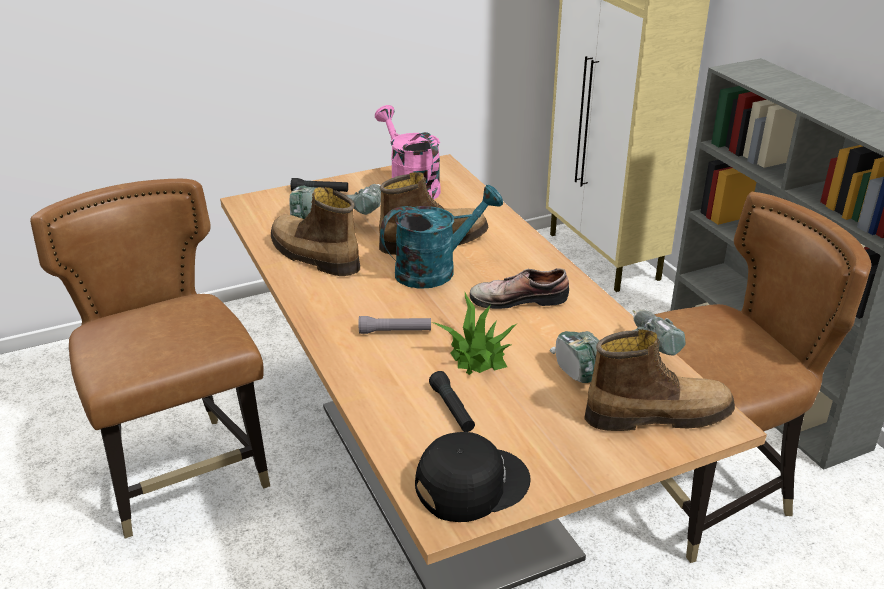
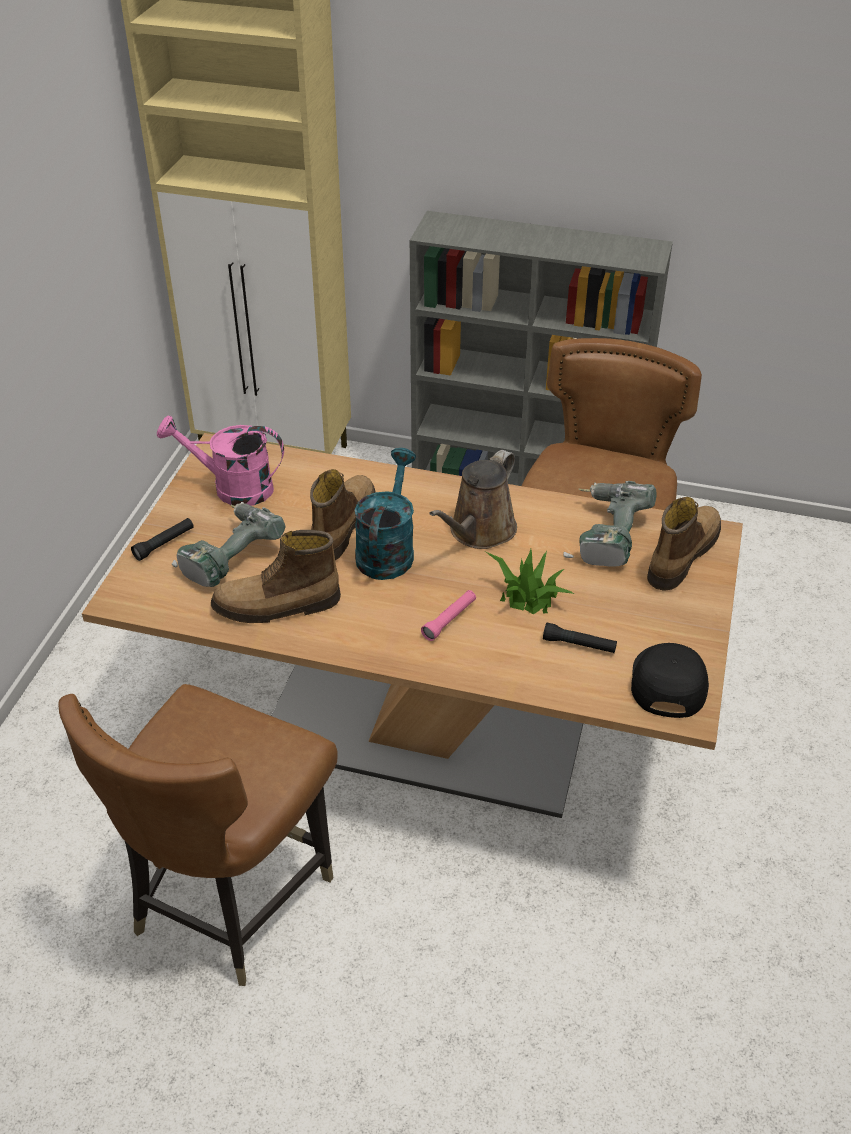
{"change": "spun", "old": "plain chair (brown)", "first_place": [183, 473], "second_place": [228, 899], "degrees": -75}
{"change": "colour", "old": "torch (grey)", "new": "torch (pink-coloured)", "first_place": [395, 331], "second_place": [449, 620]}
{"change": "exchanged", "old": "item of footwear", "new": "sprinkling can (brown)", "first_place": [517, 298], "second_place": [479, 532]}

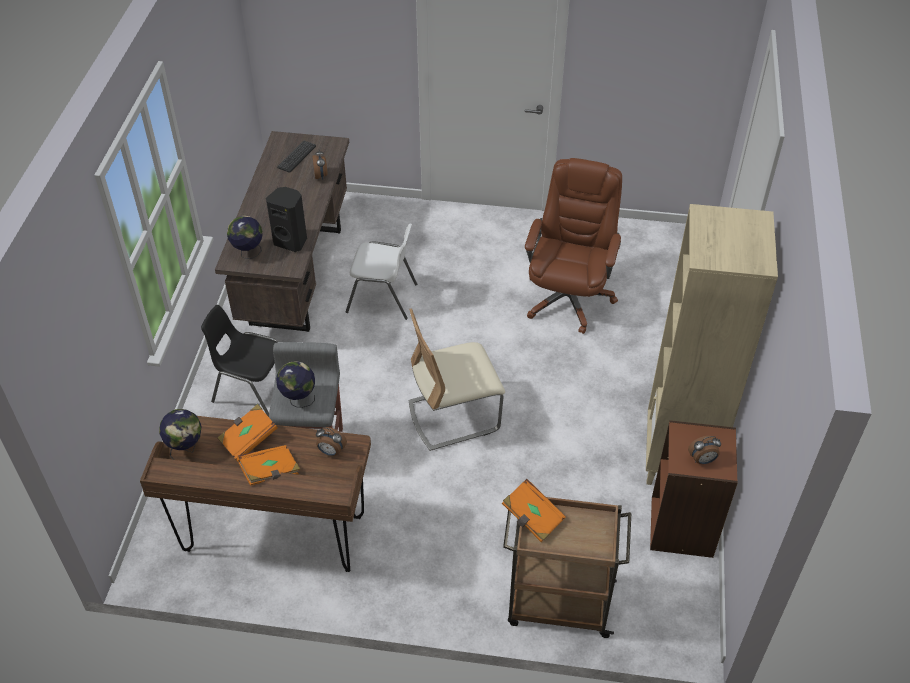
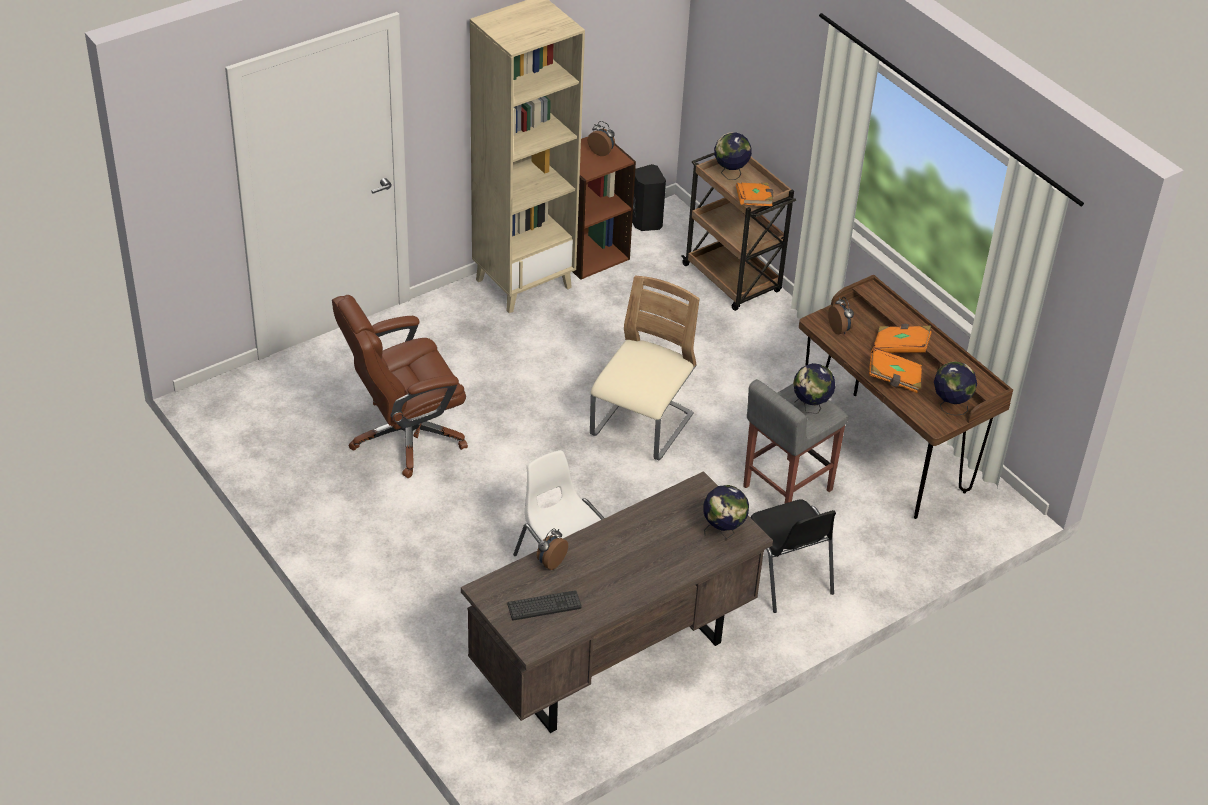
{"change": "spun", "old": "plain chair (sand-coloured)", "first_place": [454, 416], "second_place": [642, 427], "degrees": -90}
{"change": "relocated", "old": "audio speaker (black)", "first_place": [291, 241], "second_place": [645, 222]}
{"change": "appeared", "new": "desk globe", "second_place": [730, 174]}

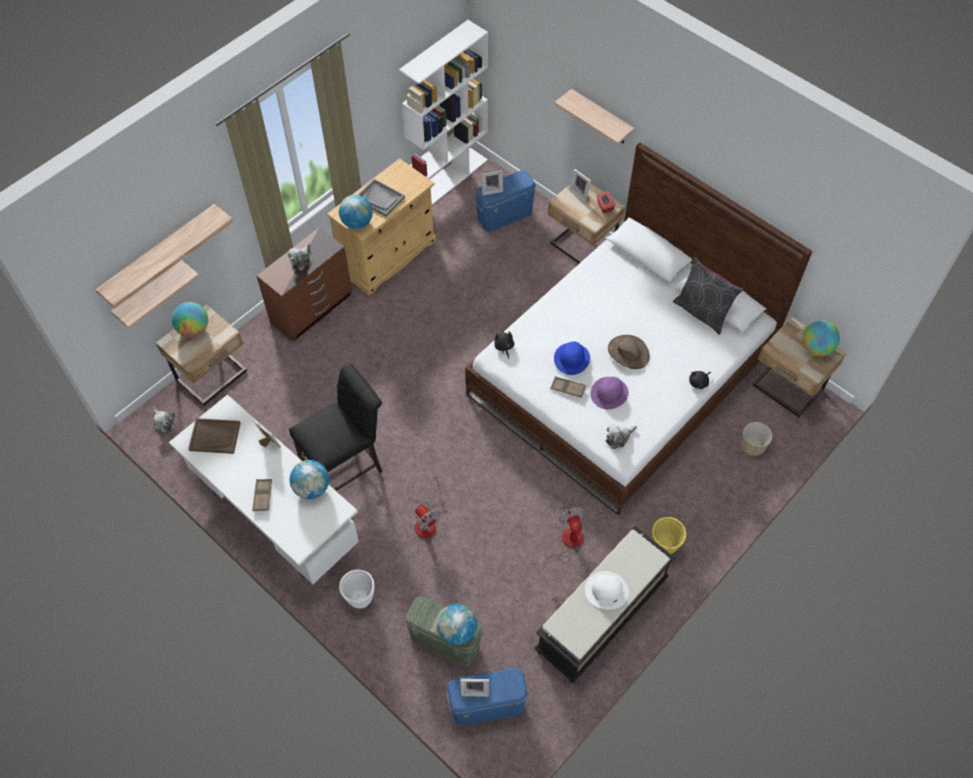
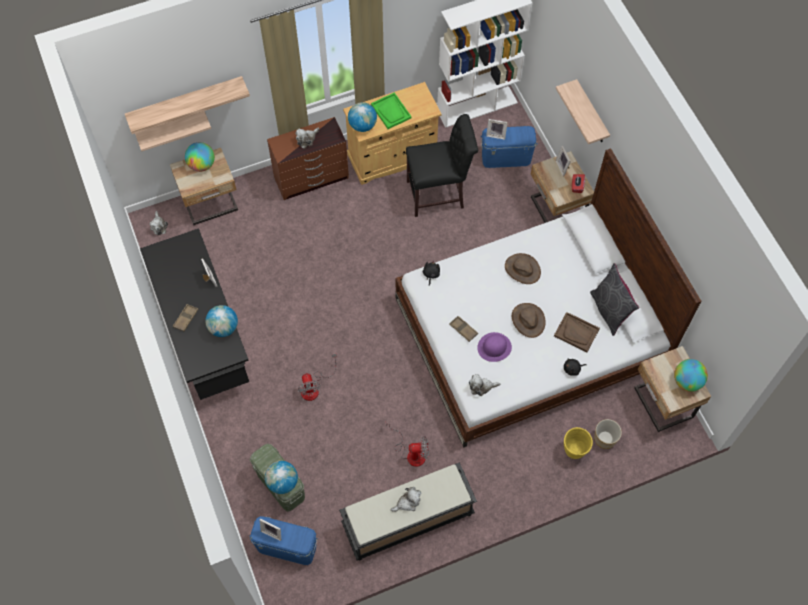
{"change": "colour", "old": "desk (white-coloured)", "new": "desk (black)", "first_place": [276, 518], "second_place": [204, 336]}
{"change": "colour", "old": "carrying tray (grey)", "new": "carrying tray (greenish)", "first_place": [380, 198], "second_place": [391, 111]}
{"change": "spun", "old": "electric fan", "first_place": [567, 544], "second_place": [411, 452], "degrees": 75}
{"change": "exchanged", "old": "wearable hat (white-coloured)", "new": "soft toy", "first_place": [606, 590], "second_place": [407, 502]}
{"change": "relocated", "old": "plain chair (black)", "first_place": [346, 466], "second_place": [439, 194]}
{"change": "appeared", "new": "wearable hat (brown)", "second_place": [522, 269]}
{"change": "relocated", "old": "carrying tray (brown)", "first_place": [215, 436], "second_place": [576, 332]}
{"change": "relocated", "old": "planter (yellowish)", "first_place": [664, 547], "second_place": [574, 451]}
{"change": "missing", "old": "planter (white-coloured)", "first_place": [360, 598]}
{"change": "missing", "old": "wearable hat (bluish)", "first_place": [571, 358]}

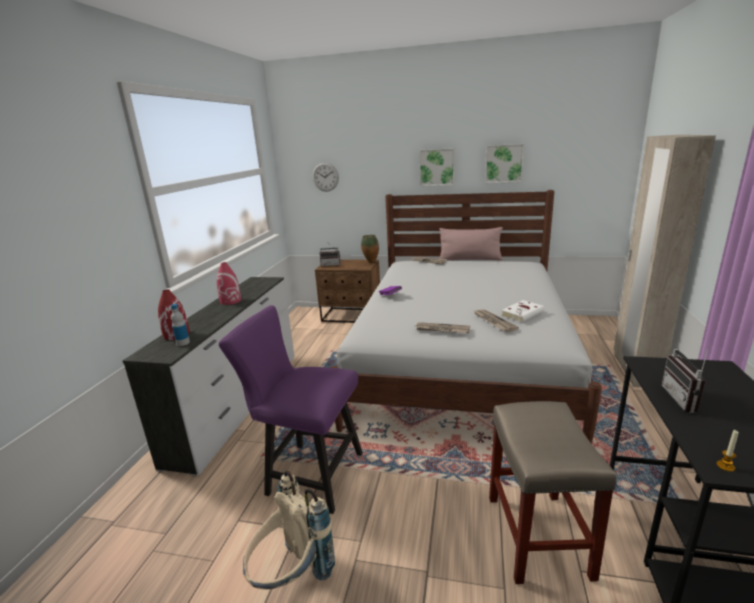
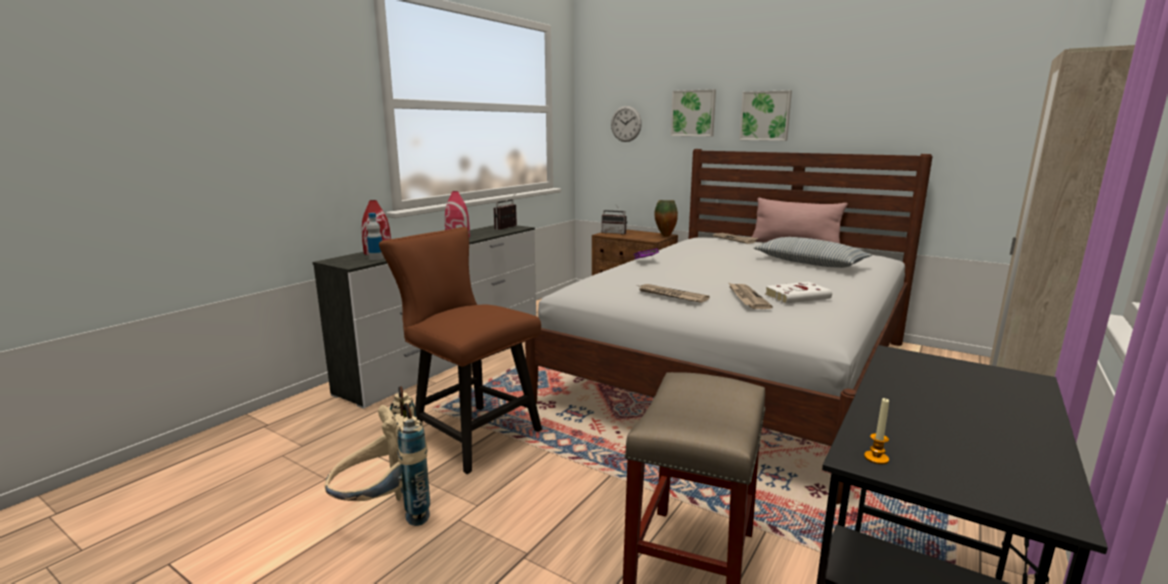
{"change": "colour", "old": "plain chair (purplish)", "new": "plain chair (brown)", "first_place": [308, 473], "second_place": [470, 433]}
{"change": "relocated", "old": "radio set", "first_place": [685, 399], "second_place": [508, 228]}
{"change": "relocated", "old": "wall picture", "first_place": [504, 163], "second_place": [693, 113]}
{"change": "appeared", "new": "throw pillow", "second_place": [809, 263]}

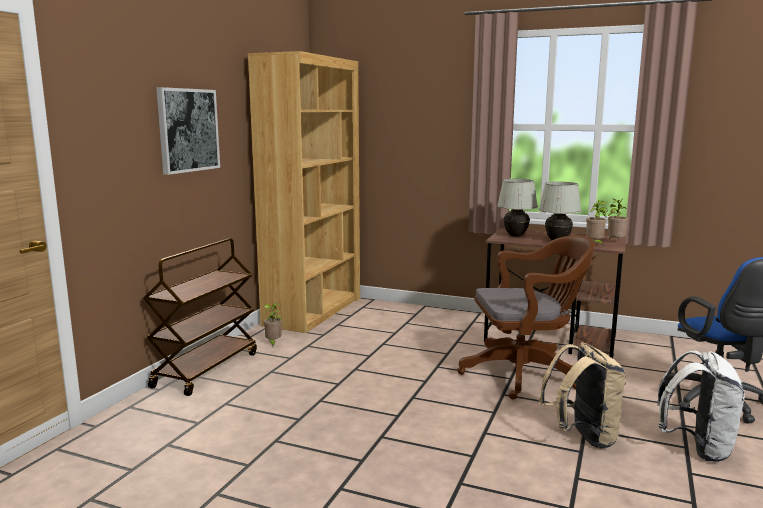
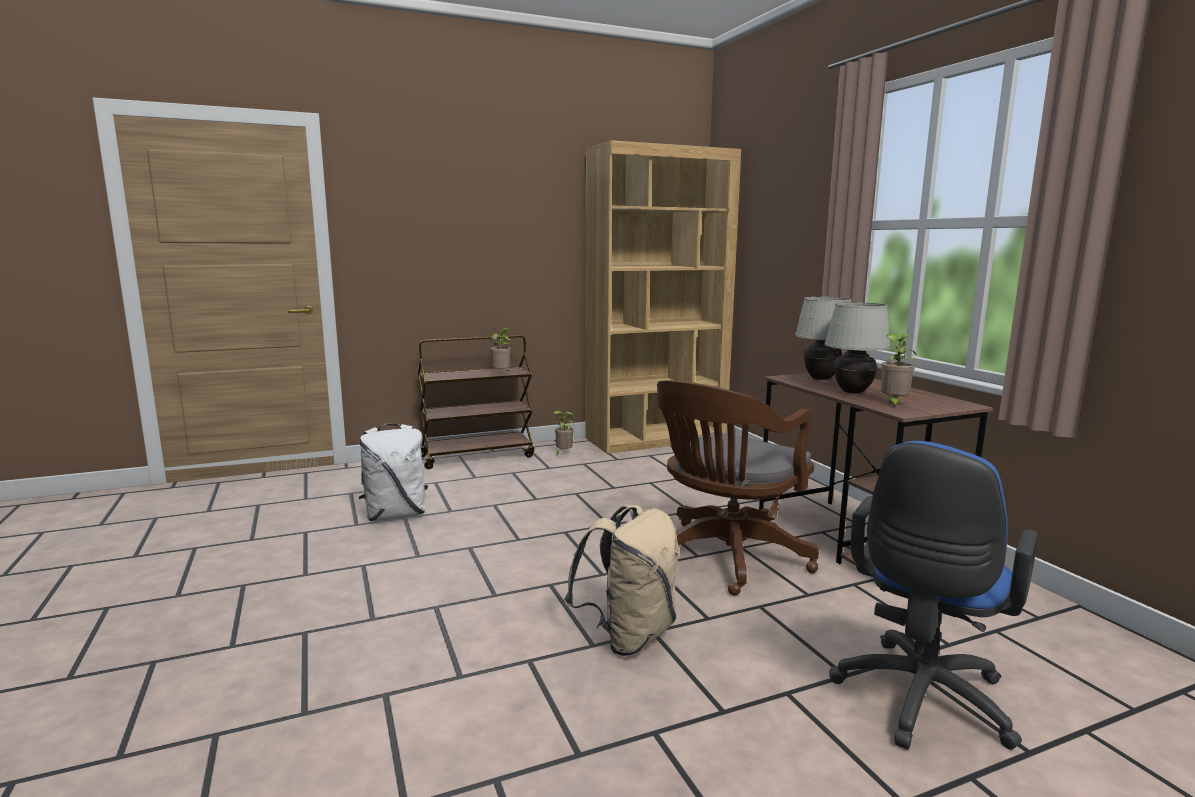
{"change": "relocated", "old": "knapsack (white-coloured)", "first_place": [697, 448], "second_place": [396, 515]}
{"change": "relocated", "old": "plant in a pot", "first_place": [615, 242], "second_place": [502, 374]}
{"change": "spun", "old": "computer chair (brown)", "first_place": [525, 373], "second_place": [725, 558], "degrees": 90}
{"change": "missing", "old": "wall picture", "first_place": [188, 130]}

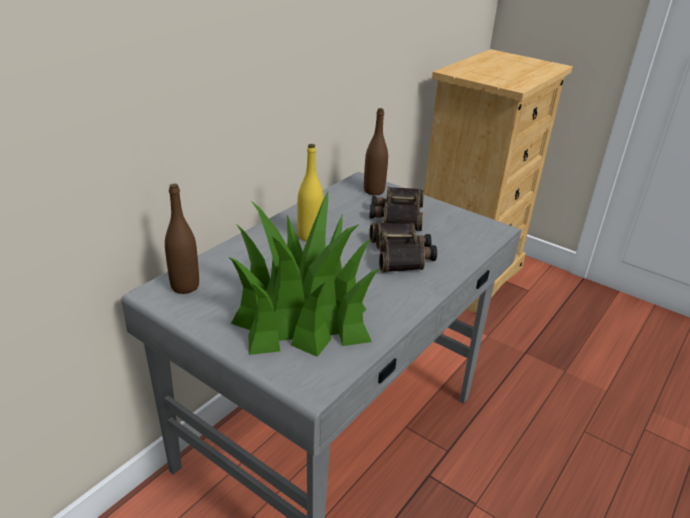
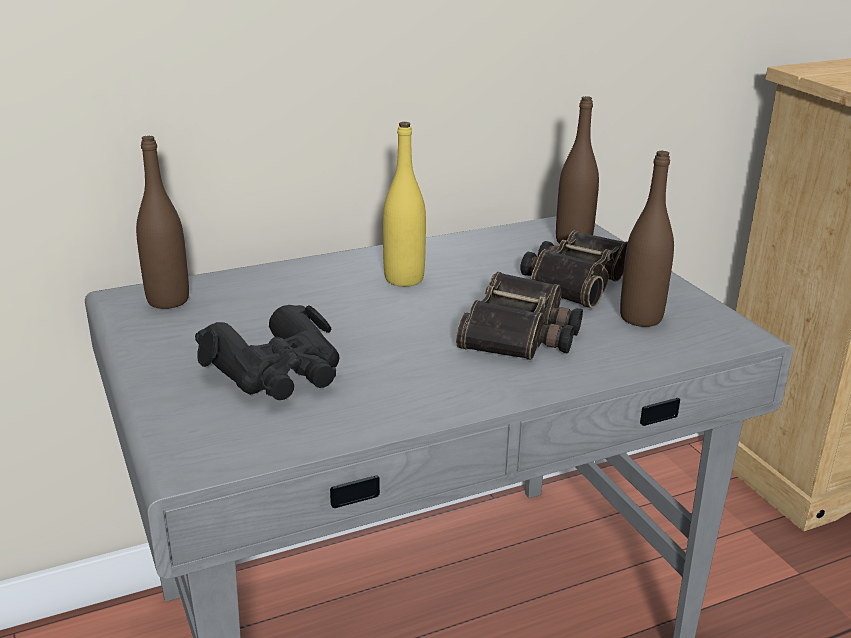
{"change": "exchanged", "old": "plant in a pot", "new": "pair of binoculars (black)", "first_place": [301, 314], "second_place": [277, 371]}
{"change": "appeared", "new": "bottle (brown)", "second_place": [641, 318]}

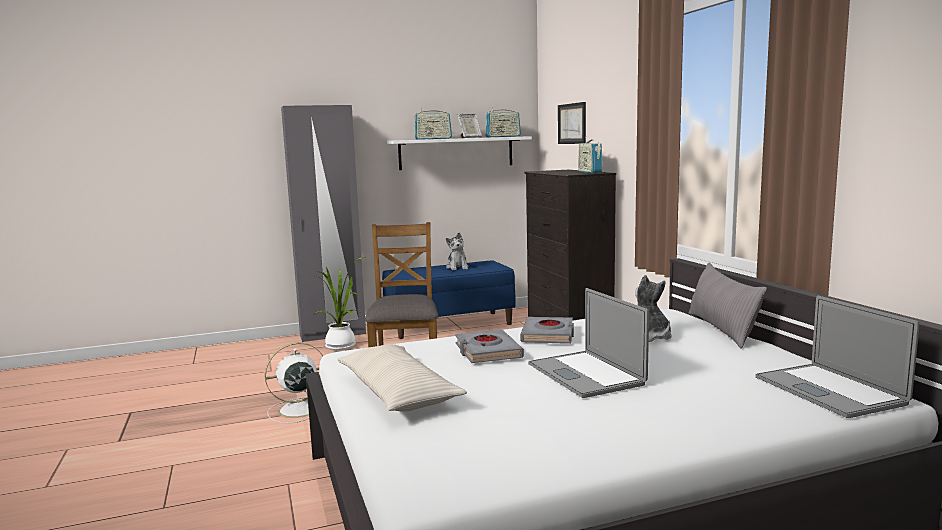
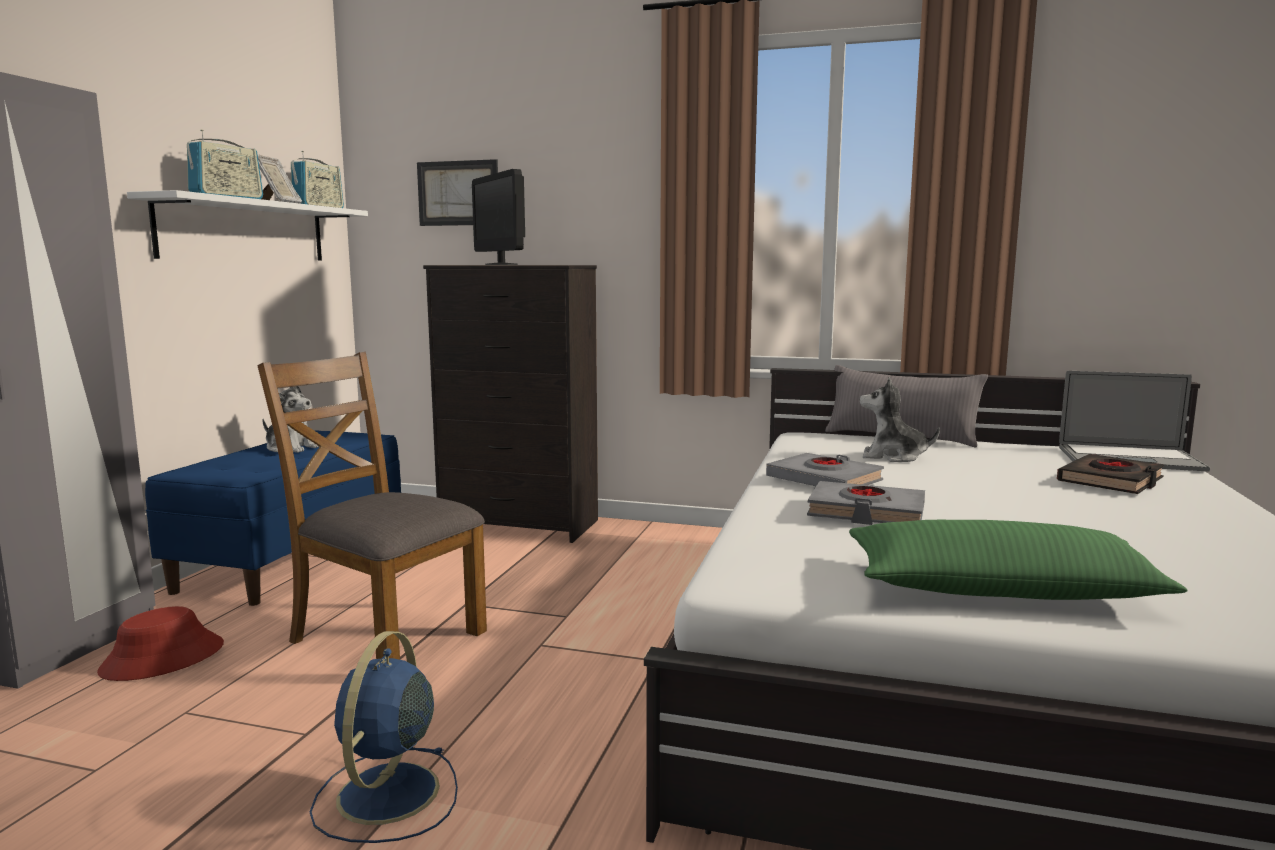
{"change": "exchanged", "old": "plant in a pot", "new": "wearable hat (red)", "first_place": [342, 347], "second_place": [162, 659]}
{"change": "colour", "old": "electric fan (white-coloured)", "new": "electric fan (bluish)", "first_place": [297, 410], "second_place": [386, 796]}
{"change": "appeared", "new": "computer screen", "second_place": [501, 264]}
{"change": "colour", "old": "throw pillow (sand-coloured)", "new": "throw pillow (greenish)", "first_place": [397, 392], "second_place": [999, 589]}
{"change": "appeared", "new": "book (black)", "second_place": [1111, 481]}
{"change": "missing", "old": "laptop", "first_place": [585, 374]}
{"change": "missing", "old": "radio set", "first_place": [589, 172]}

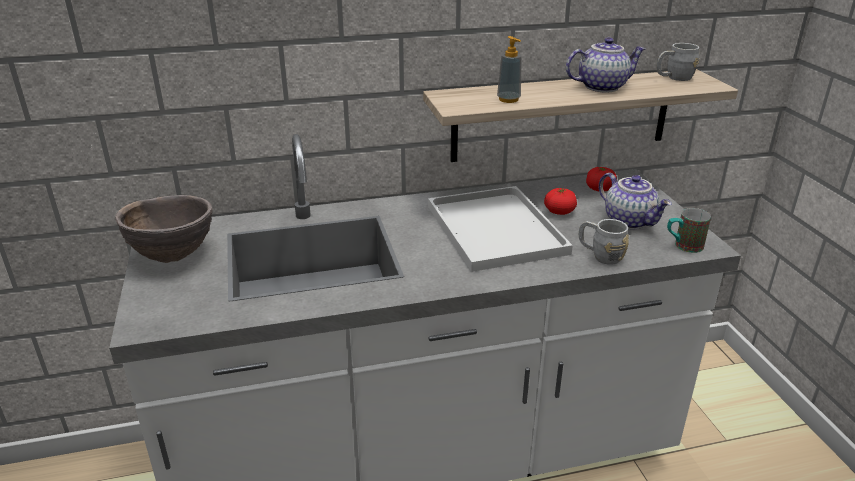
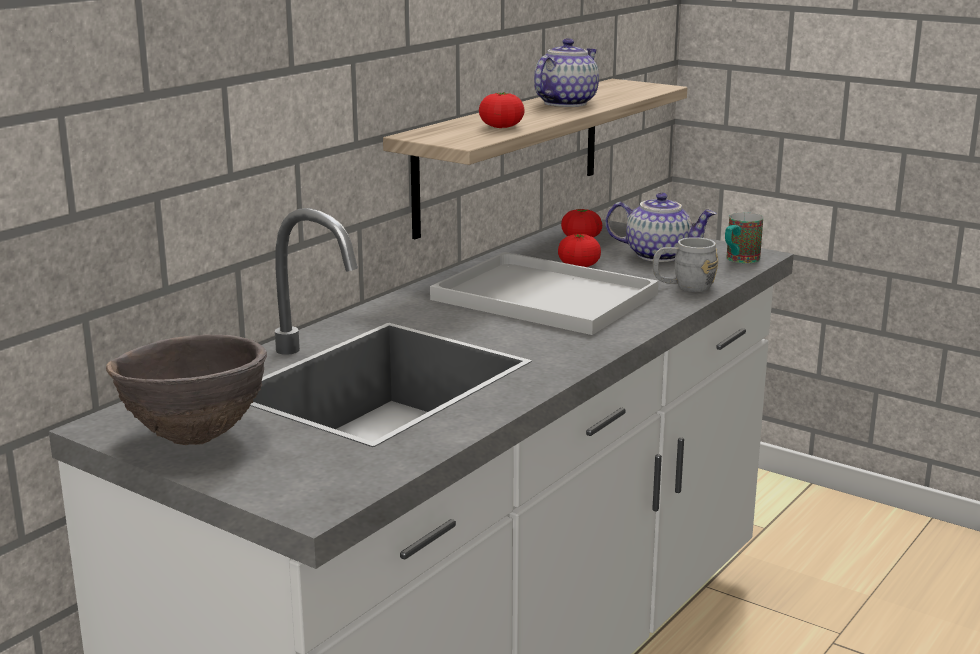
{"change": "exchanged", "old": "soap dispenser", "new": "fresh tomato", "first_place": [508, 99], "second_place": [501, 127]}
{"change": "missing", "old": "coffee mug (grey)", "first_place": [674, 78]}

